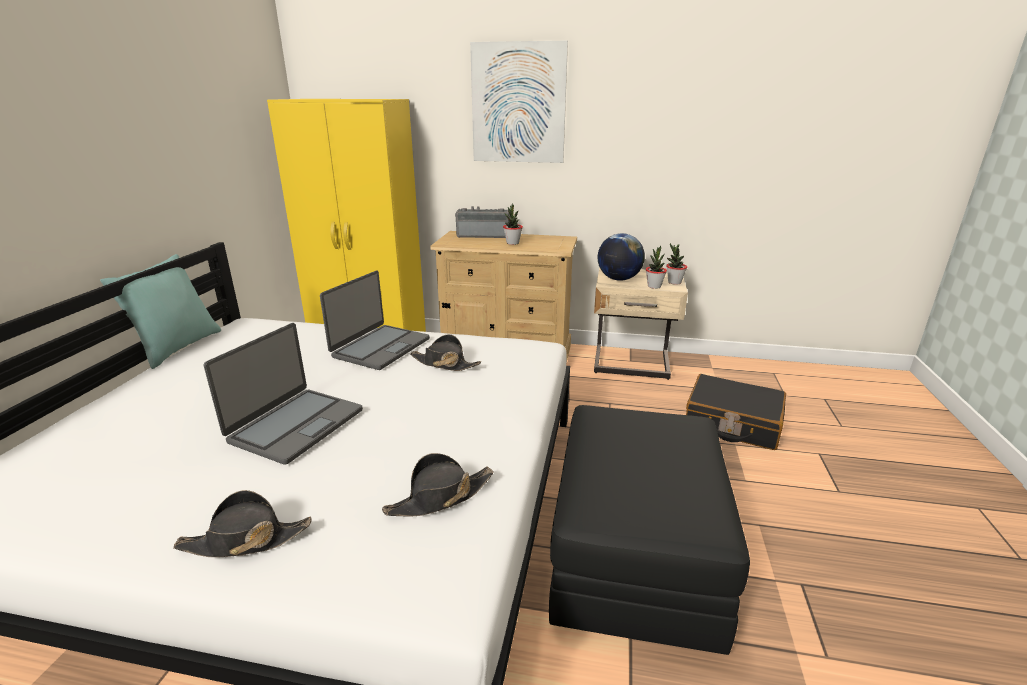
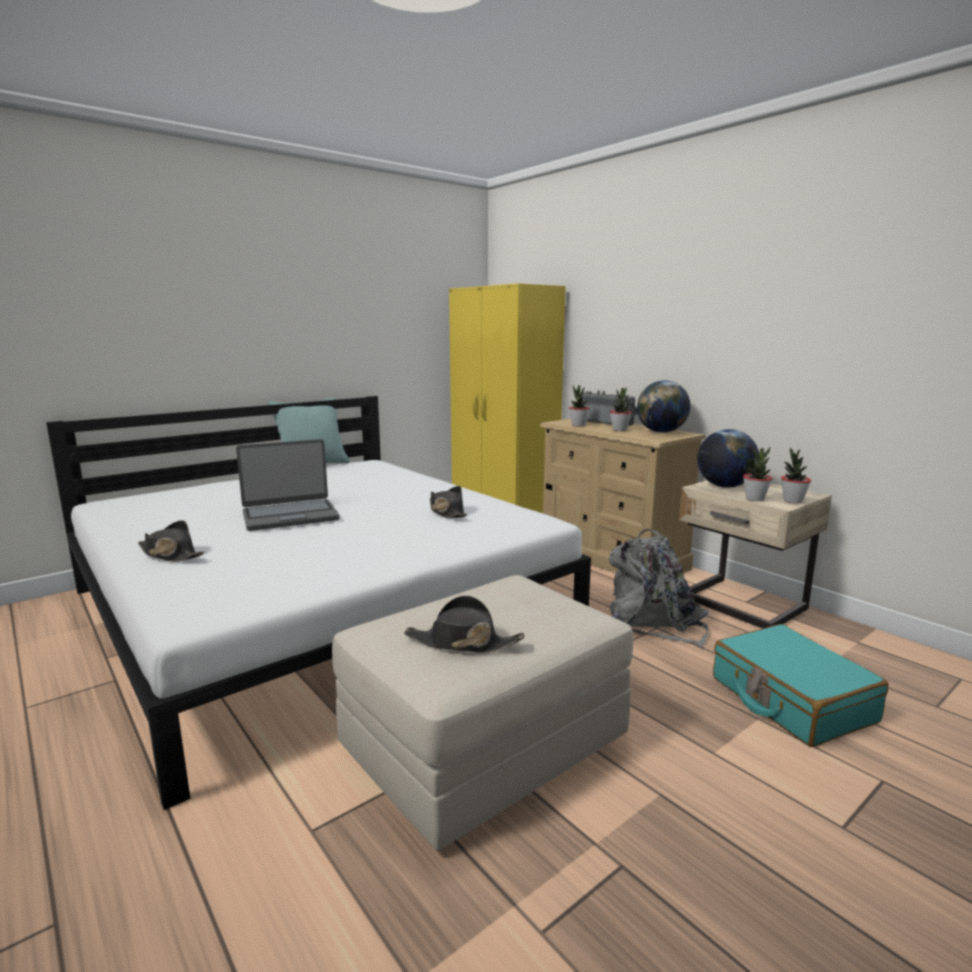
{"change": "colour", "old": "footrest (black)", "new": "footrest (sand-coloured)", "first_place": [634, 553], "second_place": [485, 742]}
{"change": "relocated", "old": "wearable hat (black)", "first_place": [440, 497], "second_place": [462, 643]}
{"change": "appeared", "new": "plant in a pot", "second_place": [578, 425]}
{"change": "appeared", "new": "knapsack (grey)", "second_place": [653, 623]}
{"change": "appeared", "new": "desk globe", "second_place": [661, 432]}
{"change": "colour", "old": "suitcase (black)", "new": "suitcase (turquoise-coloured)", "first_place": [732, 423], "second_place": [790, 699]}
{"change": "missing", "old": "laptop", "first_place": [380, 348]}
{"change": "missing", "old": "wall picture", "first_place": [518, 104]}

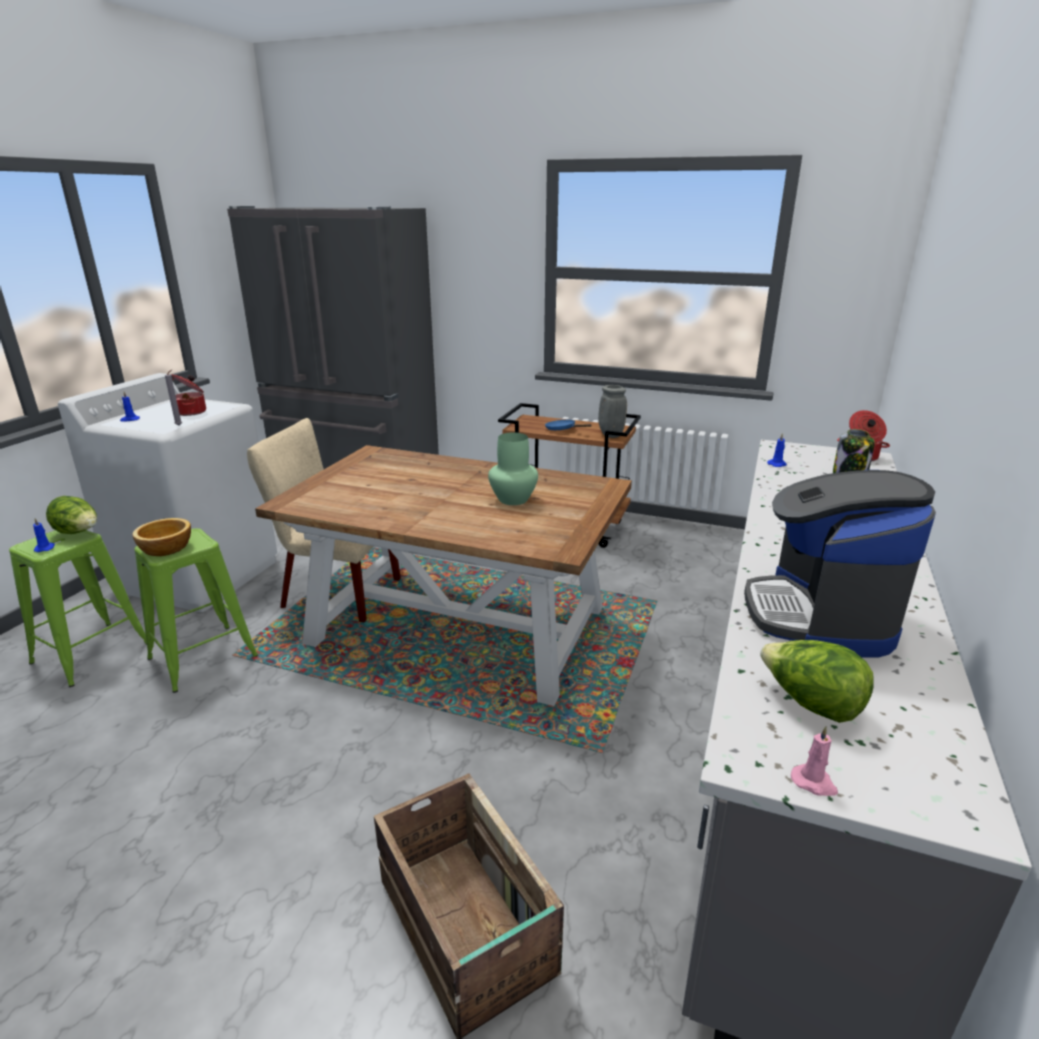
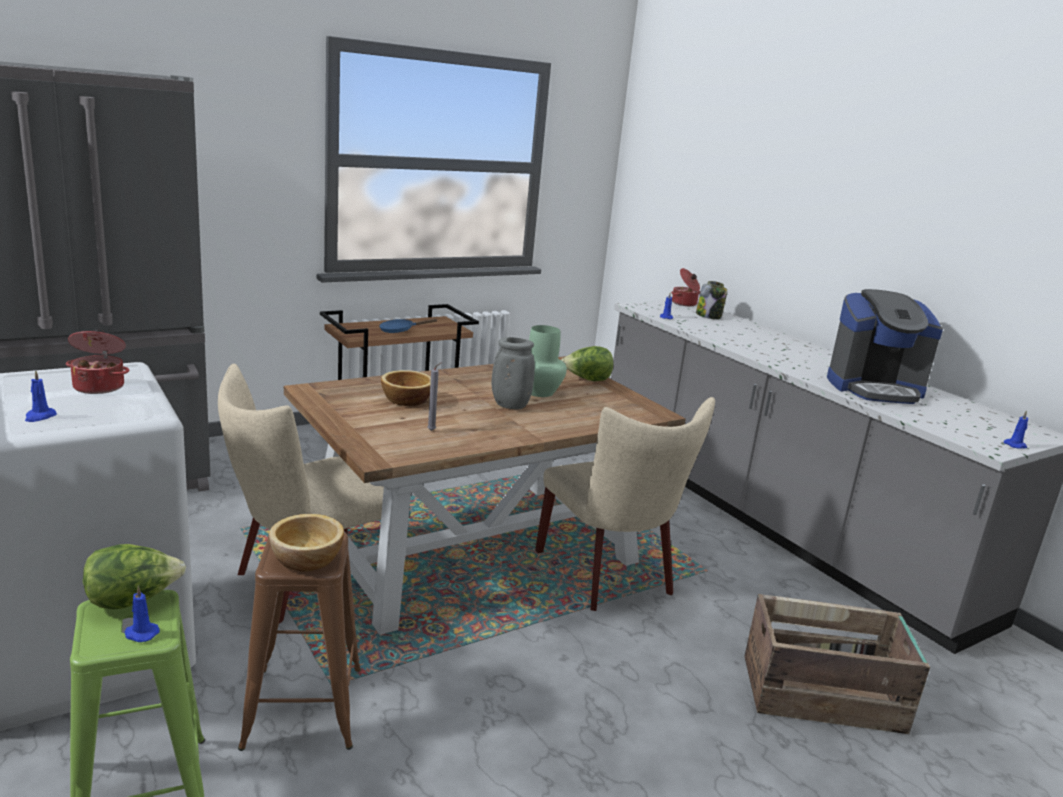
{"change": "colour", "old": "sitting stool (greenish)", "new": "sitting stool (brown)", "first_place": [202, 658], "second_place": [303, 708]}
{"change": "appeared", "new": "bowl", "second_place": [405, 400]}
{"change": "relocated", "old": "candle (grey)", "first_place": [180, 426], "second_place": [432, 430]}
{"change": "relocated", "old": "flower vase (grey)", "first_place": [610, 435], "second_place": [509, 406]}
{"change": "appeared", "new": "plain chair (sand-coloured)", "second_place": [609, 576]}
{"change": "relocated", "old": "lettuce head", "first_place": [810, 704], "second_place": [587, 380]}
{"change": "spun", "old": "coffee brewer", "first_place": [820, 616], "second_place": [874, 388], "degrees": -45}
{"change": "colour", "old": "candle (pink-coloured)", "new": "candle (bluish)", "first_place": [814, 783], "second_place": [1016, 445]}

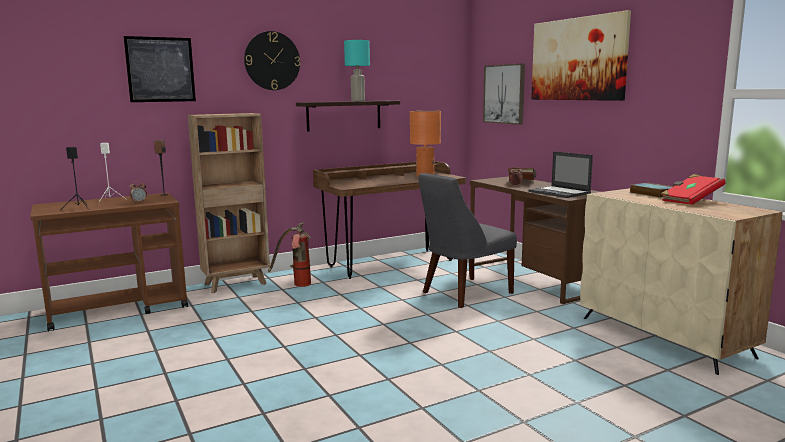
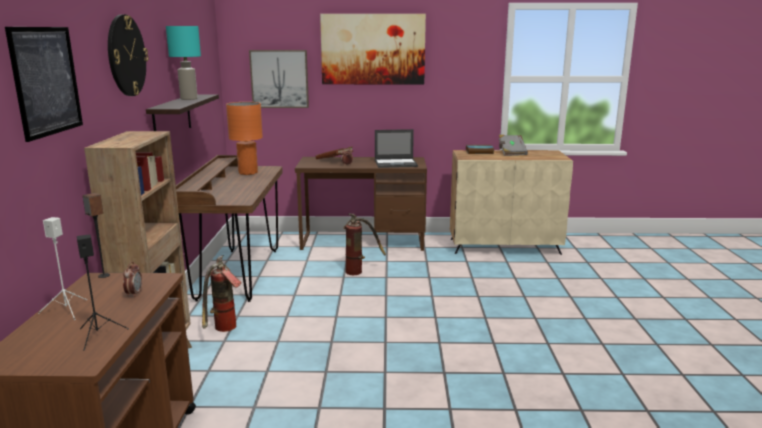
{"change": "exchanged", "old": "plain chair (grey)", "new": "fire-fighting cylinder", "first_place": [463, 293], "second_place": [360, 270]}
{"change": "colour", "old": "book (red)", "new": "book (grey)", "first_place": [690, 200], "second_place": [511, 152]}

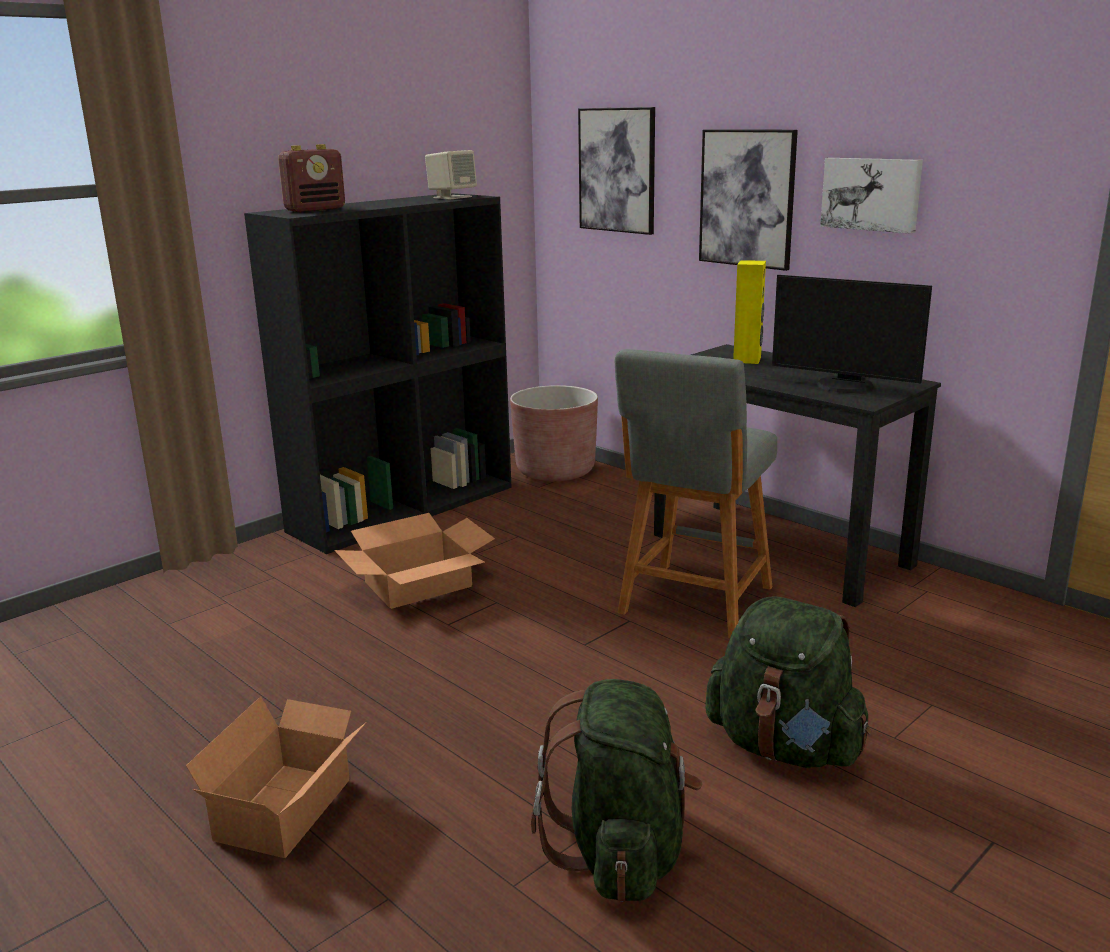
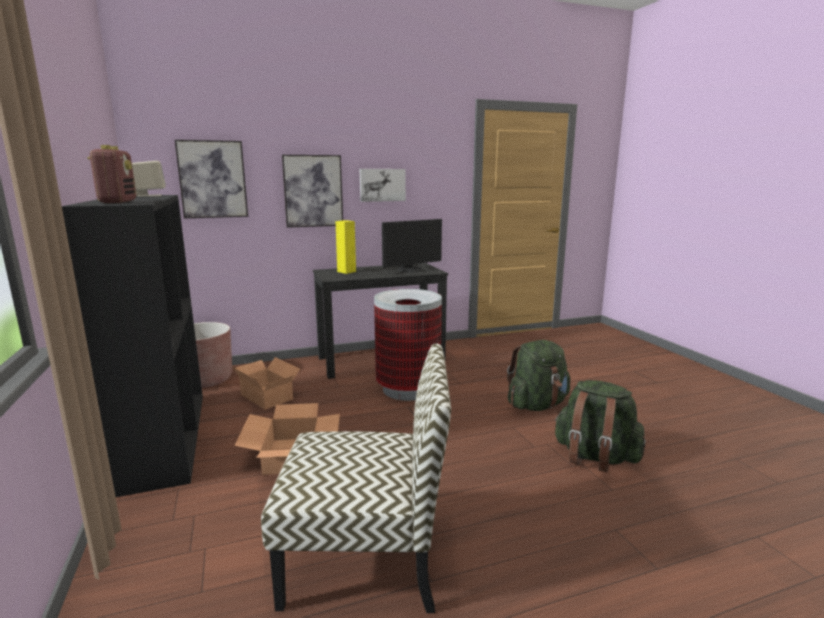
{"change": "relocated", "old": "cardboard box", "first_place": [290, 808], "second_place": [268, 396]}
{"change": "appeared", "new": "plain chair", "second_place": [366, 557]}
{"change": "exchanged", "old": "sitting stool (grey)", "new": "waste bin", "first_place": [693, 603], "second_place": [408, 389]}

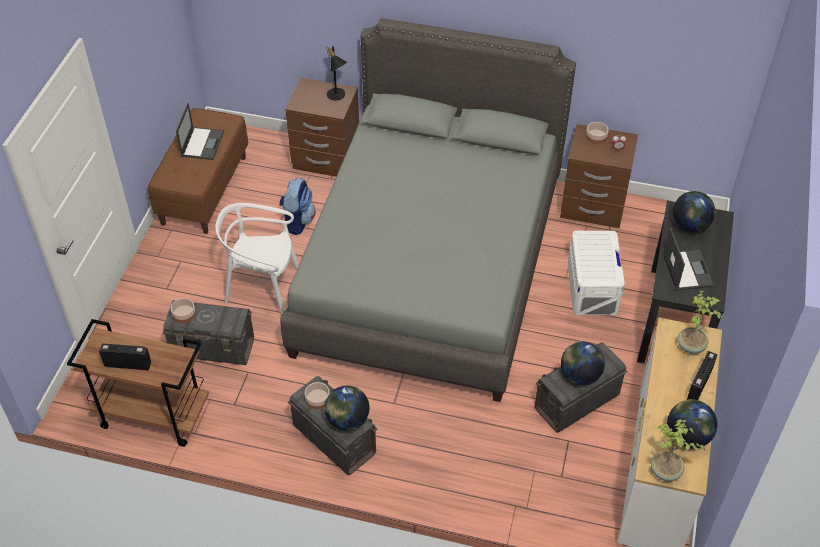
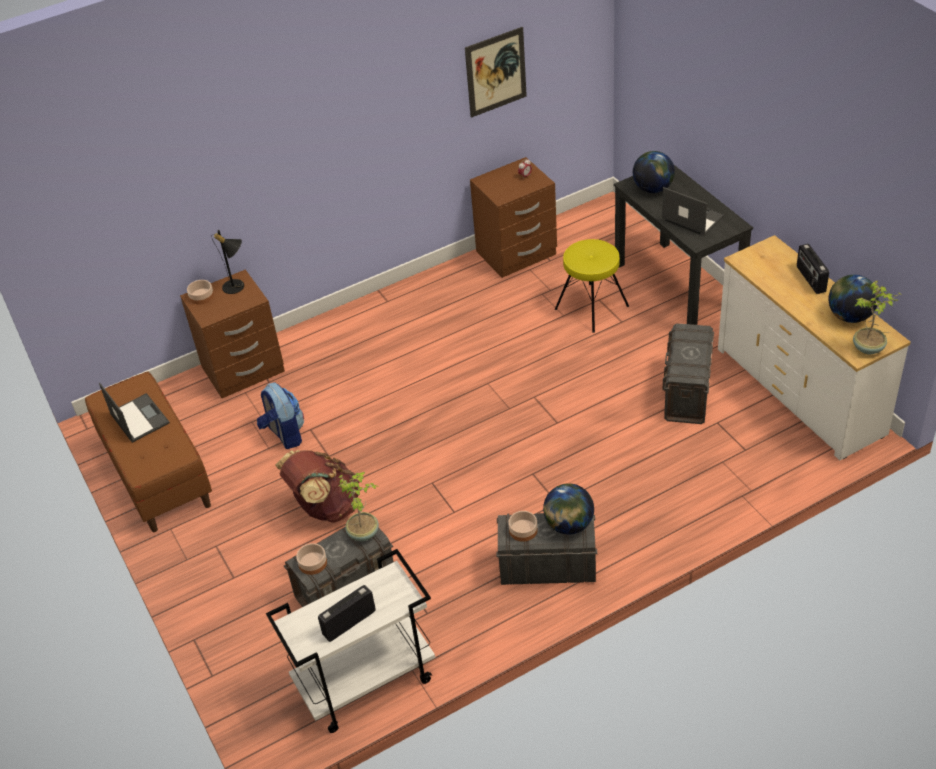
{"change": "relocated", "old": "bowl", "first_place": [596, 136], "second_place": [201, 296]}
{"change": "colour", "old": "wheeled cart (brown)", "new": "wheeled cart (white-coloured)", "first_place": [152, 415], "second_place": [365, 683]}
{"change": "exchanged", "old": "plain chair (white-coloured)", "new": "knapsack (brown)", "first_place": [263, 287], "second_place": [325, 507]}
{"change": "relocated", "old": "plant in a pot", "first_place": [691, 346], "second_place": [364, 532]}
{"change": "appeared", "new": "wall picture", "second_place": [496, 72]}
{"change": "exchanged", "old": "storage container (white-coloured)", "new": "sitting stool (yellowish)", "first_place": [592, 286], "second_place": [591, 307]}
{"change": "missing", "old": "bedroom bed (grey)", "first_place": [429, 265]}
{"change": "missing", "old": "desk globe", "first_place": [580, 375]}

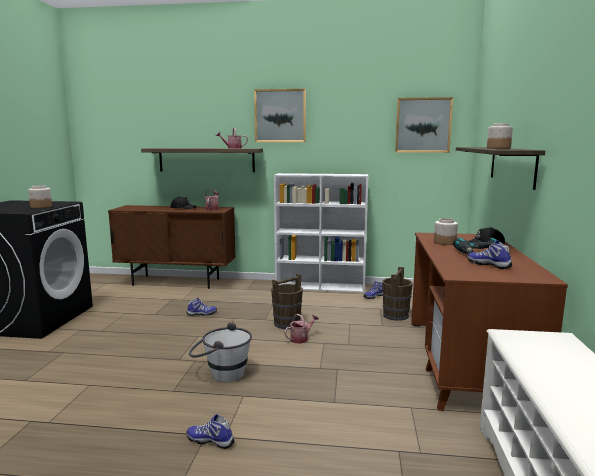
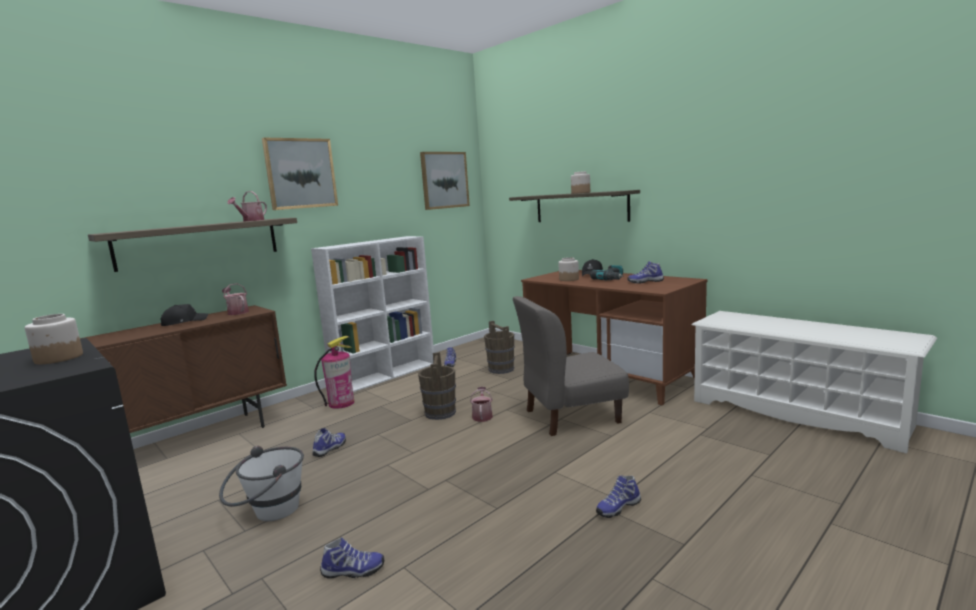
{"change": "relocated", "old": "pail (white-coloured)", "first_place": [221, 374], "second_place": [268, 513]}
{"change": "appeared", "new": "fire-fighting cylinder", "second_place": [341, 403]}
{"change": "appeared", "new": "item of footwear", "second_place": [353, 571]}
{"change": "appeared", "new": "plain chair (grey)", "second_place": [571, 416]}

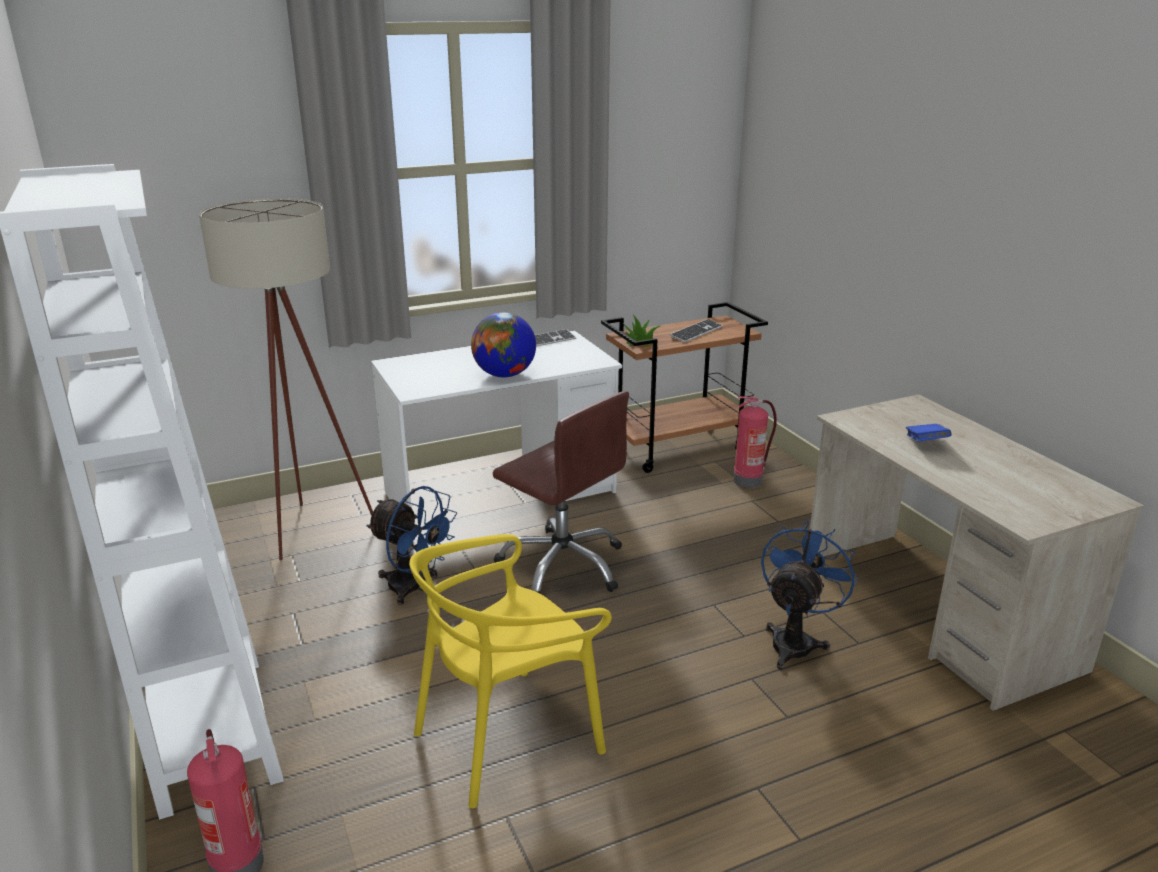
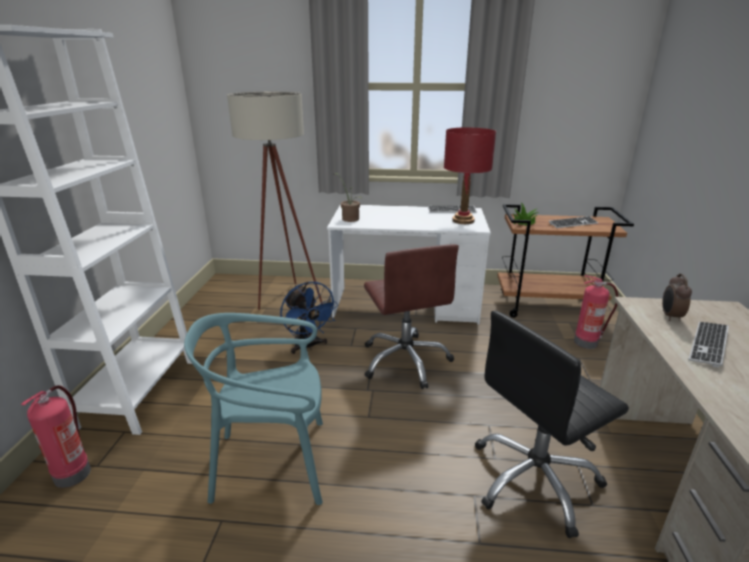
{"change": "colour", "old": "plain chair (yellowish)", "new": "plain chair (turquoise-coloured)", "first_place": [507, 737], "second_place": [272, 463]}
{"change": "appeared", "new": "plant in a pot", "second_place": [349, 218]}
{"change": "appeared", "new": "lamp for a table (red)", "second_place": [463, 220]}
{"change": "exchanged", "old": "electric fan (bluish)", "new": "computer chair (black)", "first_place": [795, 641], "second_place": [534, 479]}
{"change": "appeared", "new": "alarm clock", "second_place": [670, 316]}
{"change": "exchanged", "old": "book (bluish)", "new": "keyboard", "first_place": [925, 443], "second_place": [708, 344]}
{"change": "missing", "old": "desk globe", "first_place": [504, 375]}

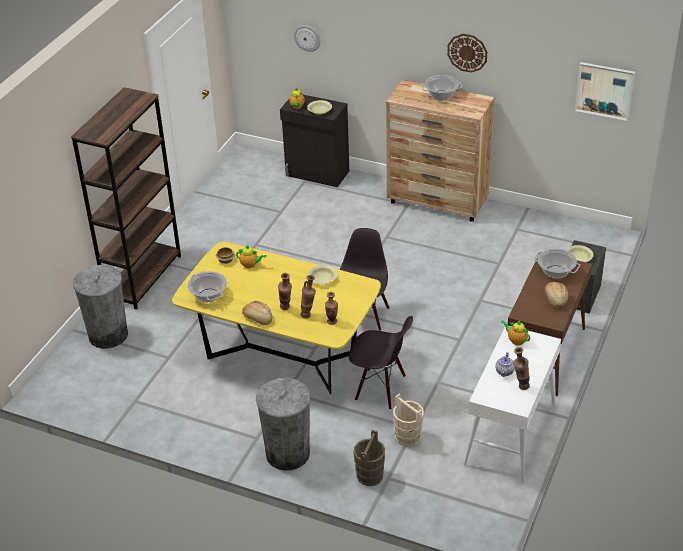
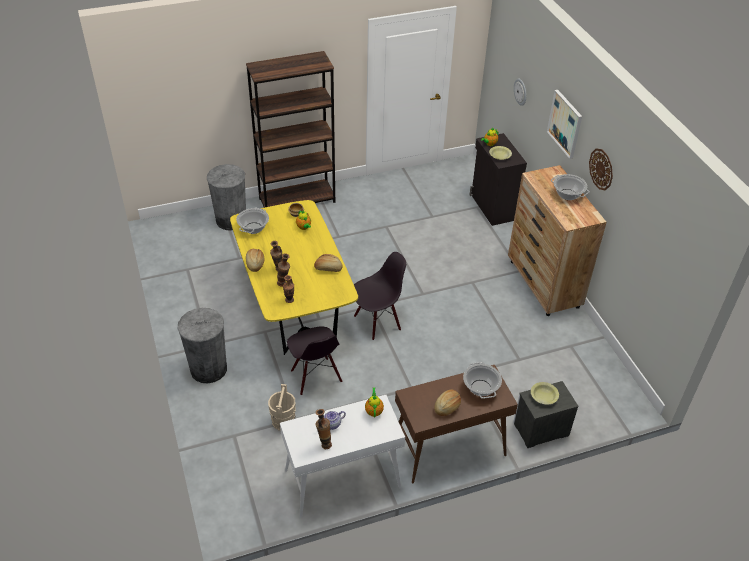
{"change": "exchanged", "old": "bowl (yellowish)", "new": "bread", "first_place": [322, 278], "second_place": [328, 268]}
{"change": "relocated", "old": "wall picture", "first_place": [604, 90], "second_place": [565, 123]}
{"change": "missing", "old": "pail (brown)", "first_place": [369, 476]}

